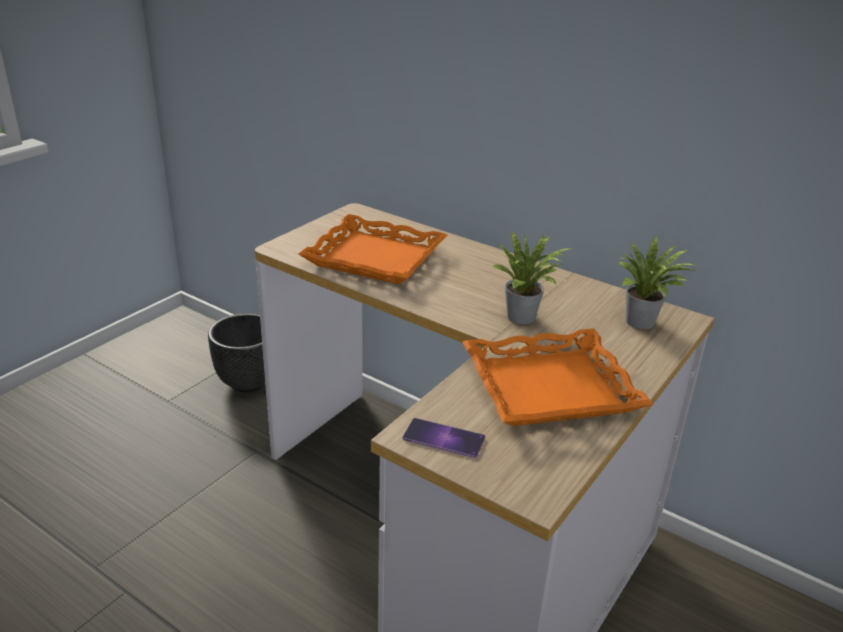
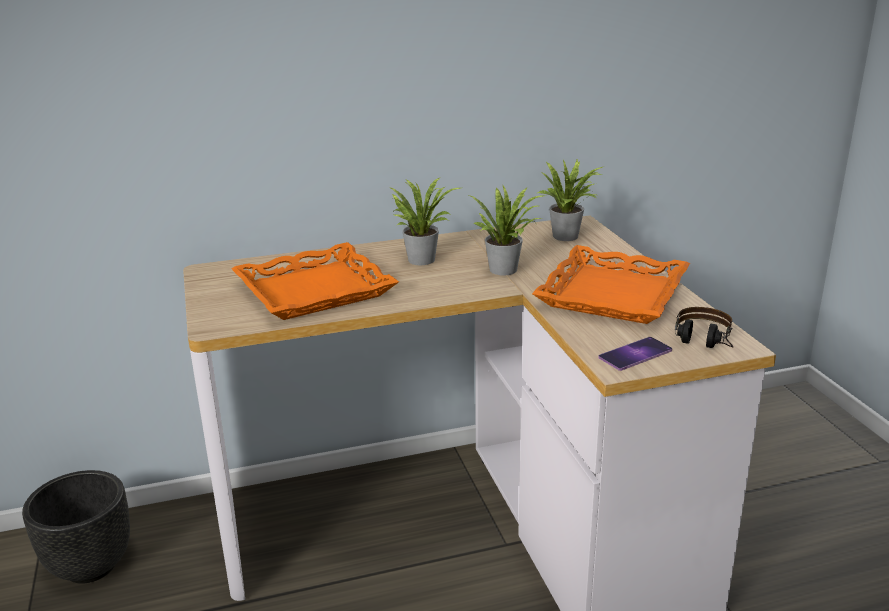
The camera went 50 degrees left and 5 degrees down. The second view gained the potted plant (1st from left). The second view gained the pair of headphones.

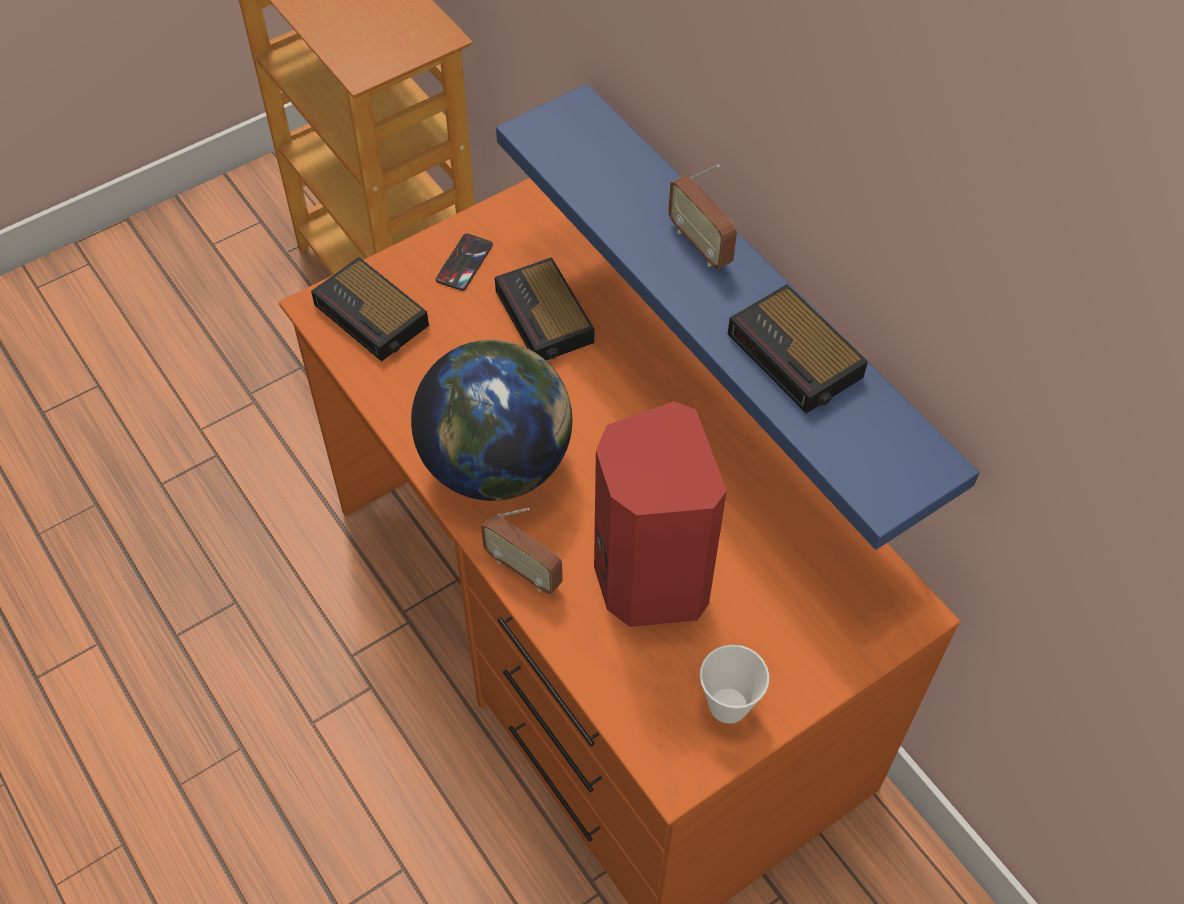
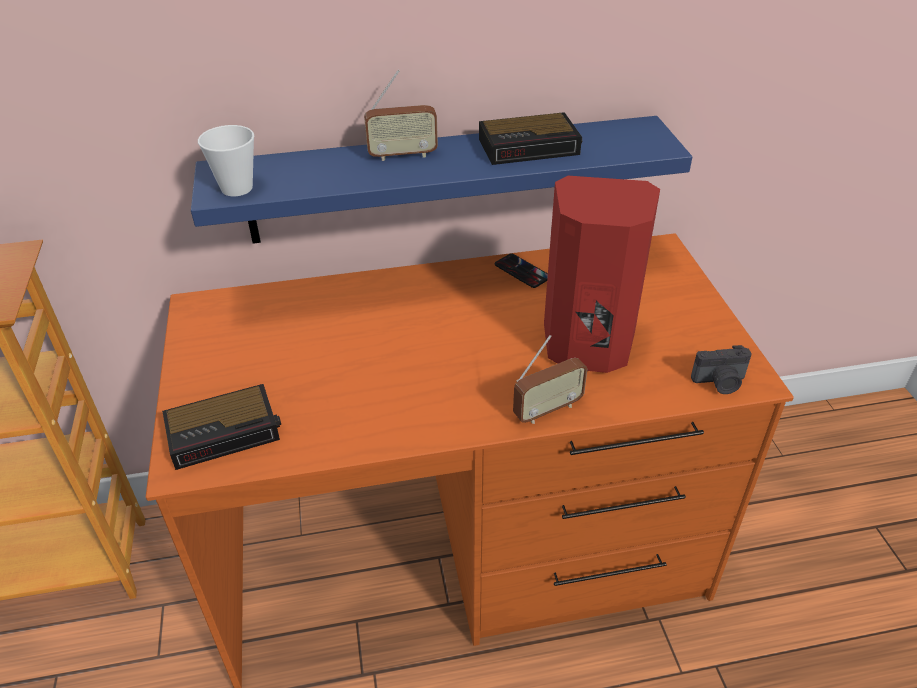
The camera went 65 degrees left and 15 degrees down. The second view lost the desk globe. The second view lost the alarm clock (2nd from left). The second view gained the photo camera. The handset ended up elsewhere. The small cup ended up elsewhere.

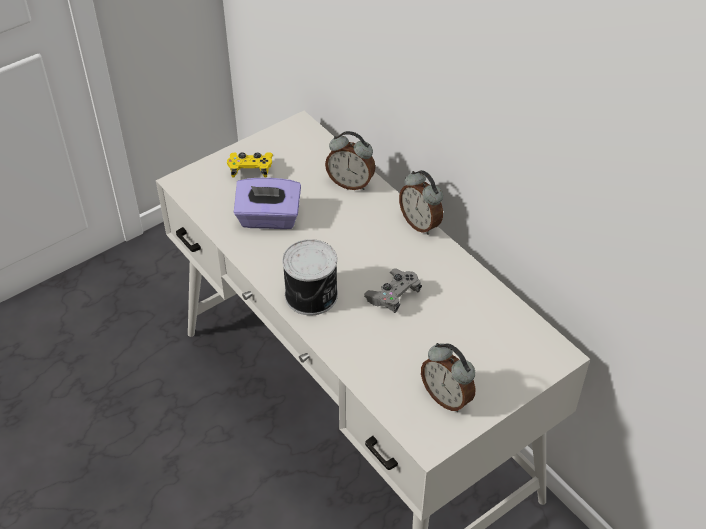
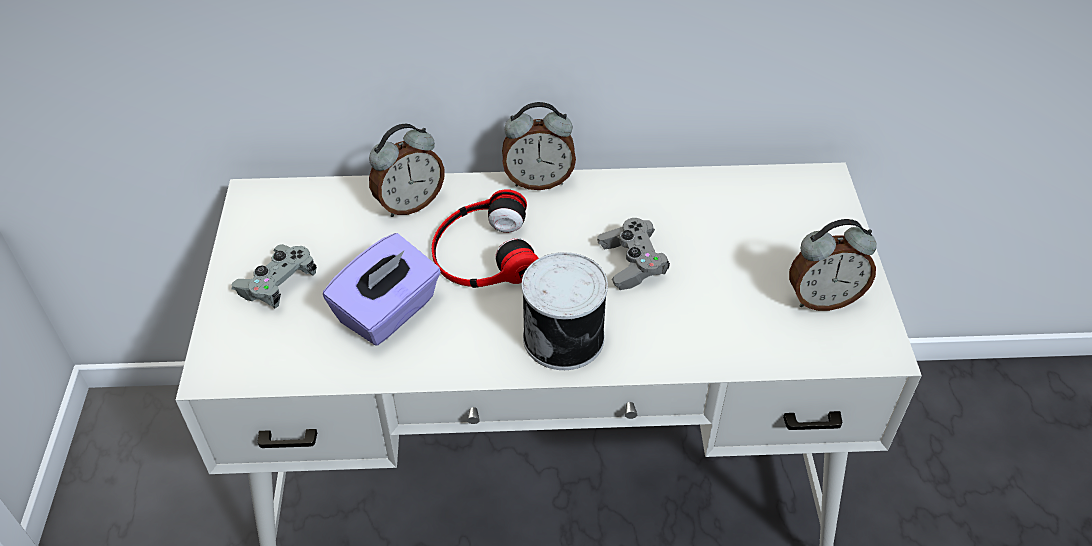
The camera went 55 degrees left and 0 degrees up. The second view gained the pair of headphones. What was the yellowish joypad turned into the grey joypad (1st from left).

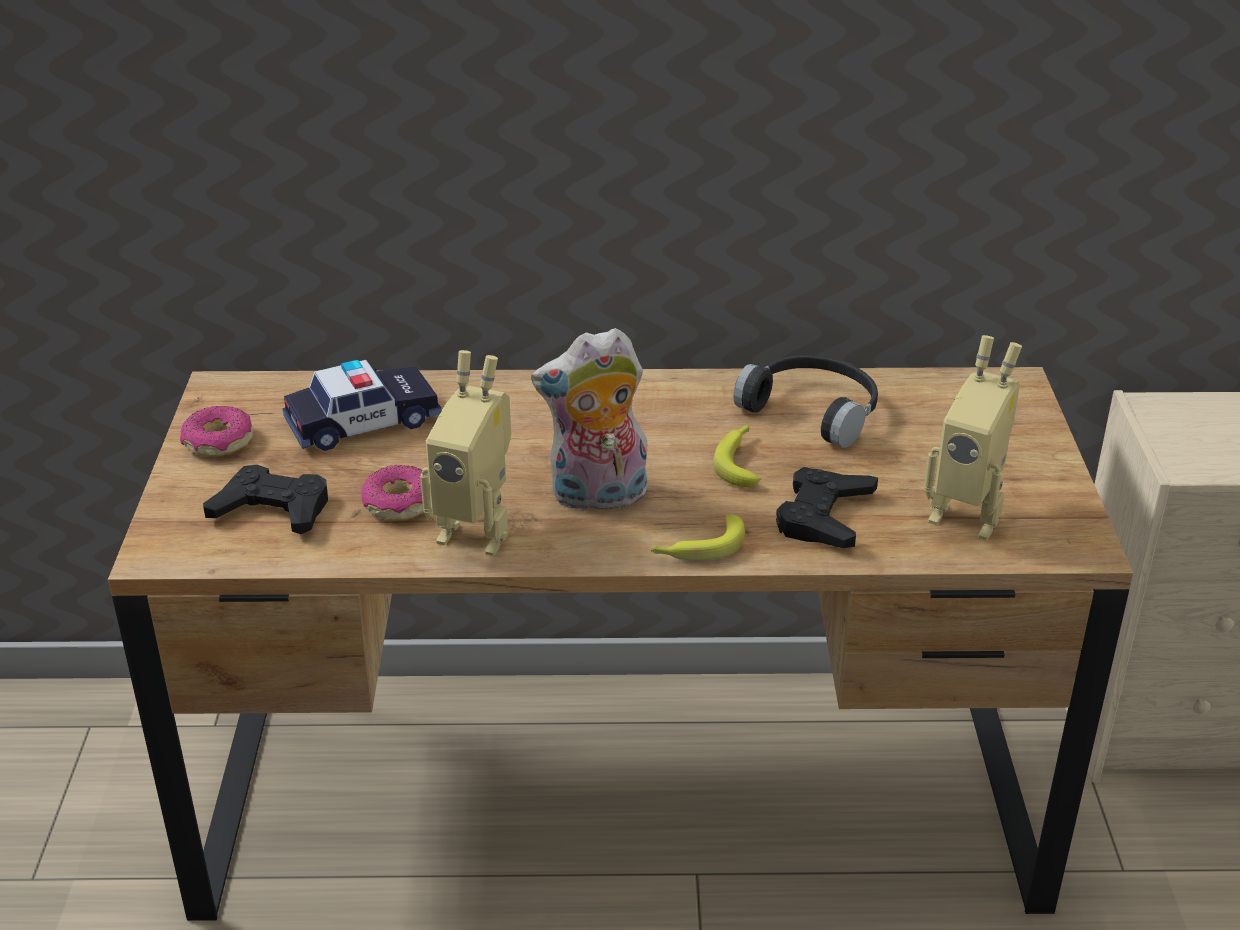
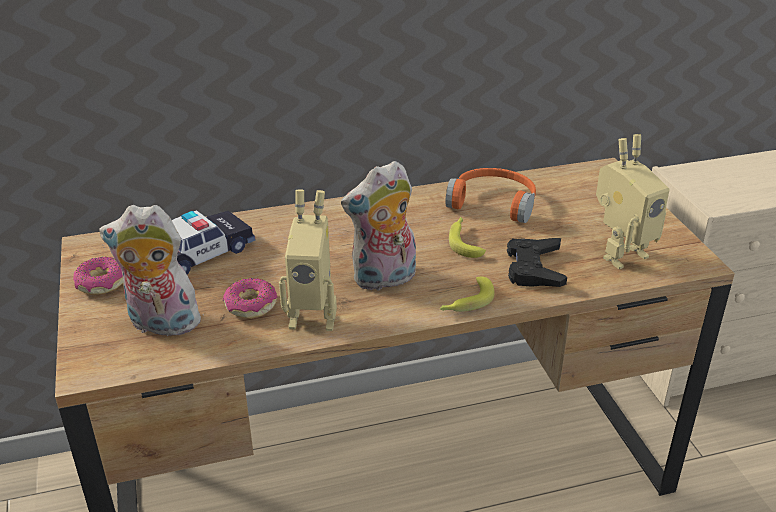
The camera went 15 degrees left and 0 degrees up. Where the black joypad (1st from left) stood, the soft toy (1st from left) came to stand. What was the black pair of headphones turned into the orange pair of headphones. The toy robot (2nd from left) ended up facing another way, 45 degrees counterclockwise from before.

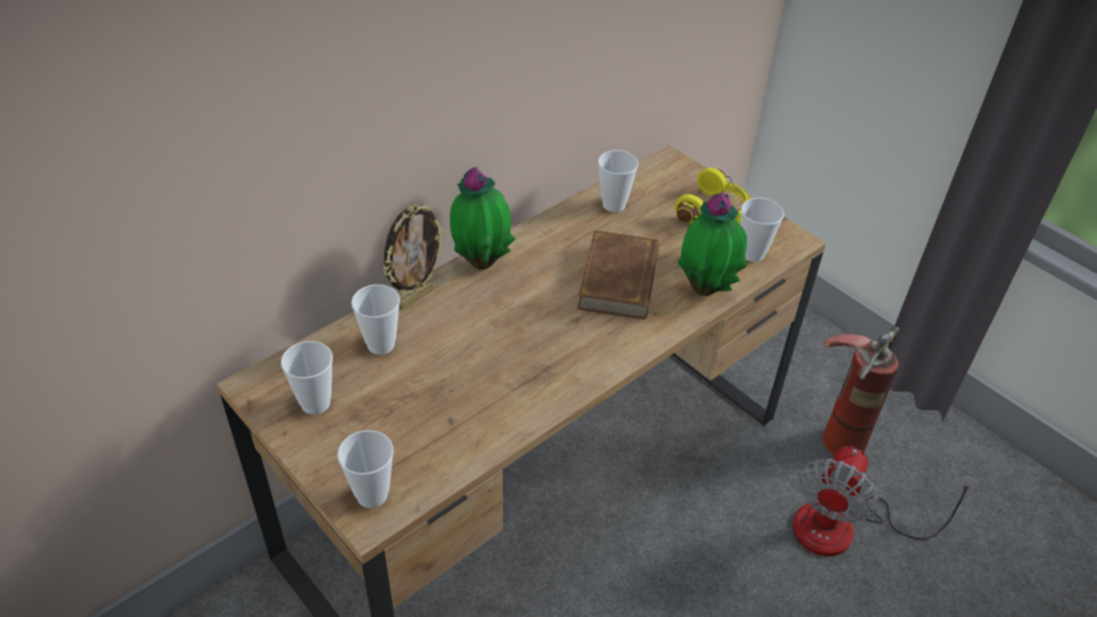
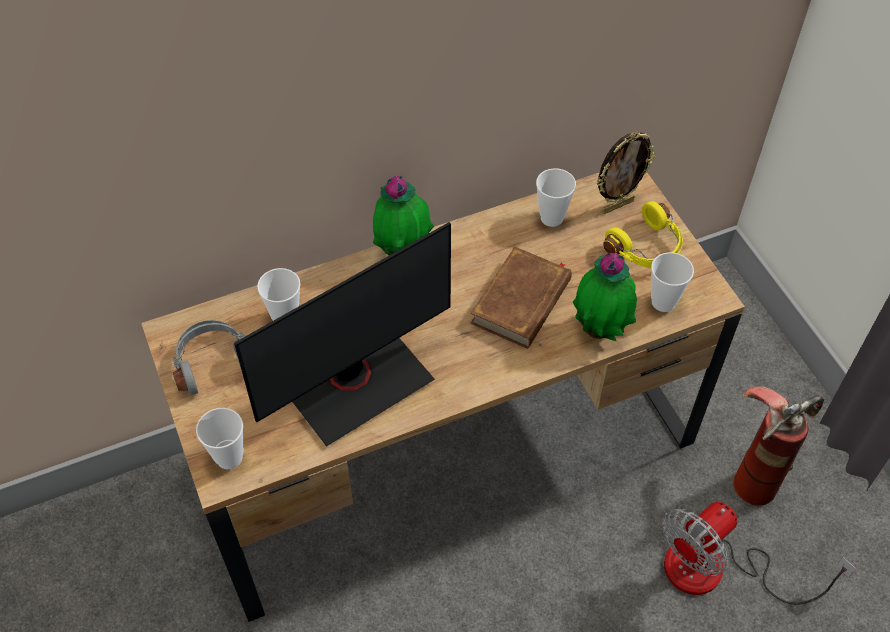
The camera went 20 degrees right and 10 degrees up. The second view gained the computer display. The photo frame ended up elsewhere. Where the small cup (1st from left) stood, the grey pair of headphones came to stand.

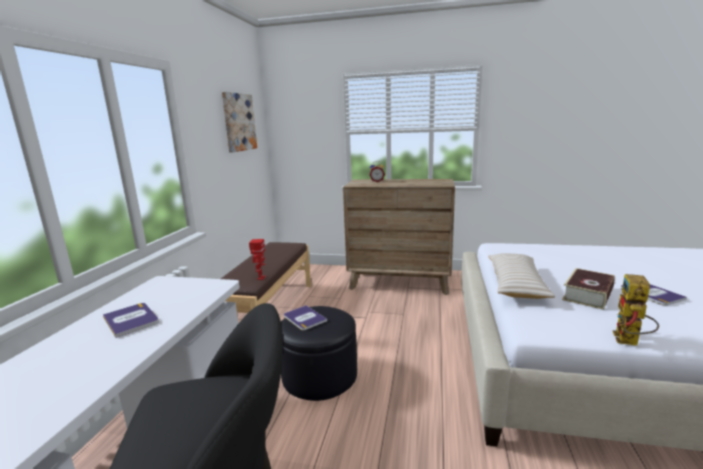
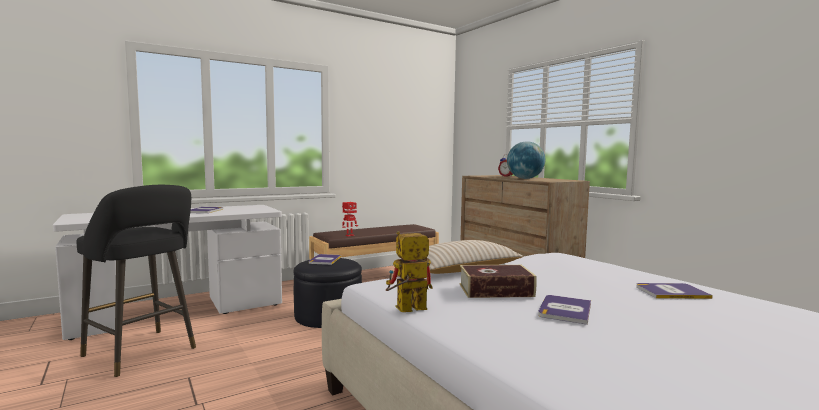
The camera went 45 degrees right and 10 degrees down. The second view lost the wall art. The second view gained the desk globe. The second view gained the bound book (5th from left).

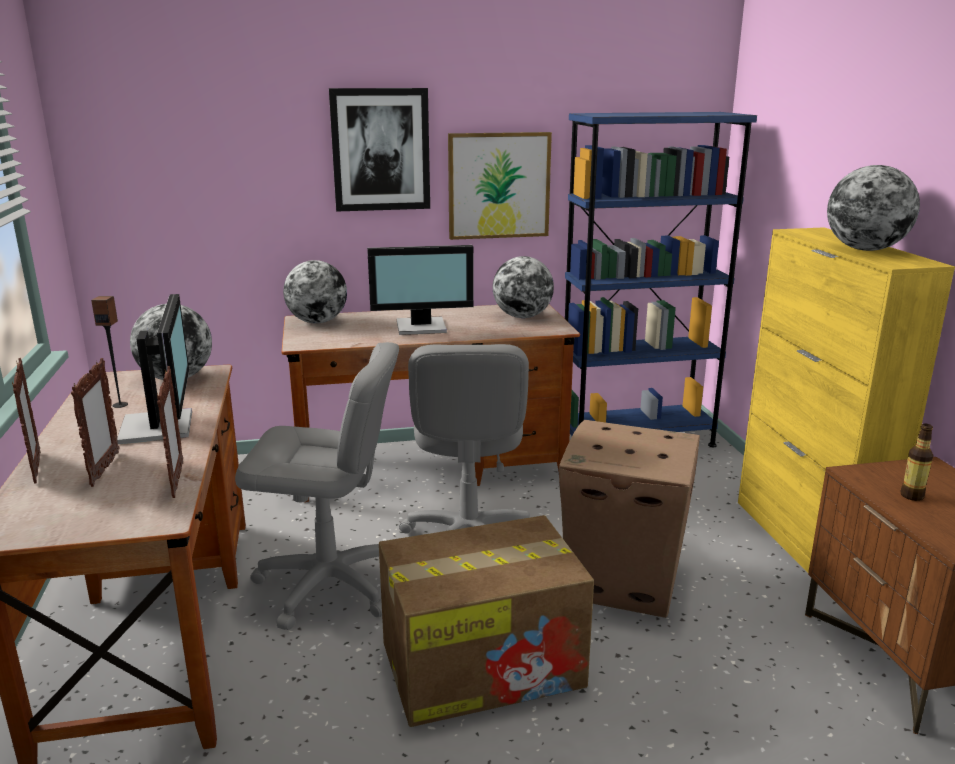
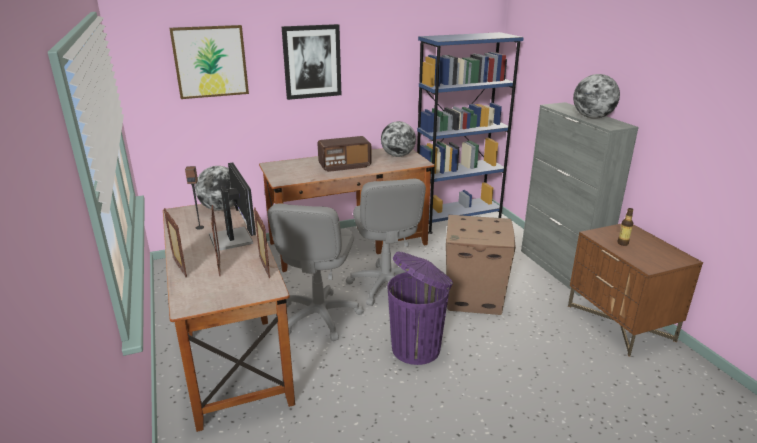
The camera went 10 degrees left and 5 degrees up. The second view lost the desk globe (2nd from left). The wall art (2nd from left in the first image) ended up elsewhere. Where the computer display (2nd from left) stood, the radio set came to stand. Where the cardboard box (1st from left) stood, the purple waste bin came to stand. What was the yellowish cupboard turned into the grey cupboard. The grey computer chair (1st from left) ended up facing another way, 105 degrees clockwise from before.

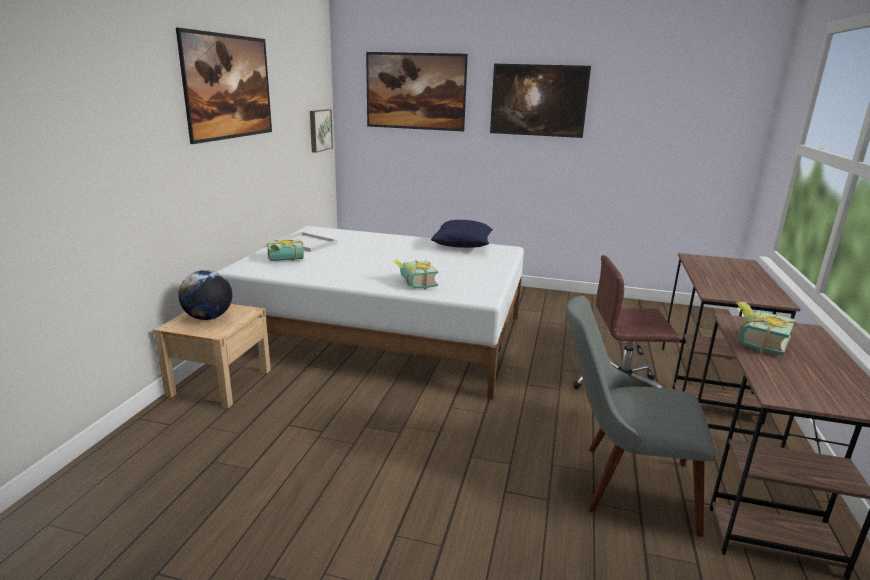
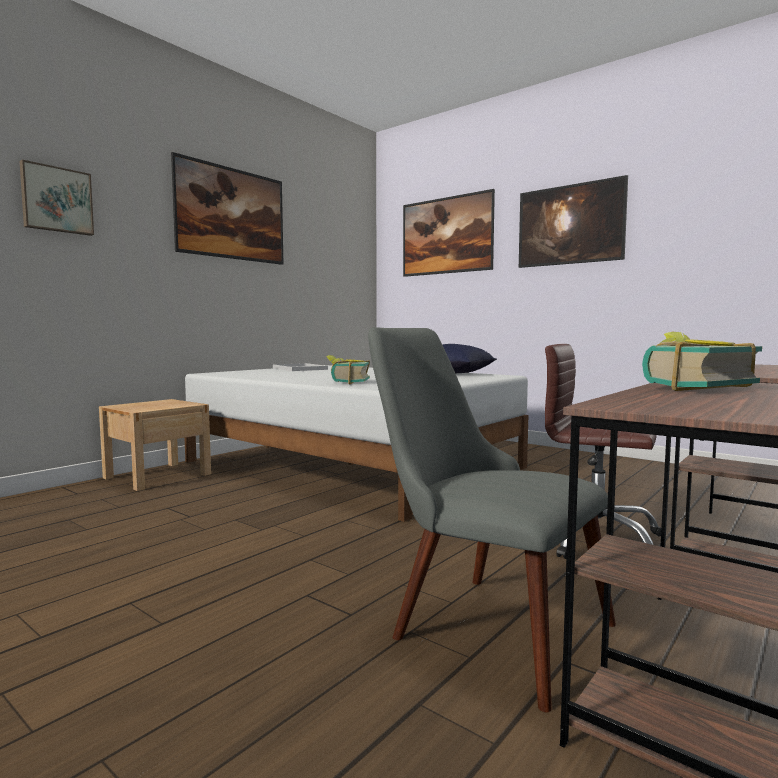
The camera went 25 degrees right and 15 degrees down. The second view lost the desk globe. The second view lost the bound book (1st from left). The wall art (2nd from left in the first image) ended up elsewhere.

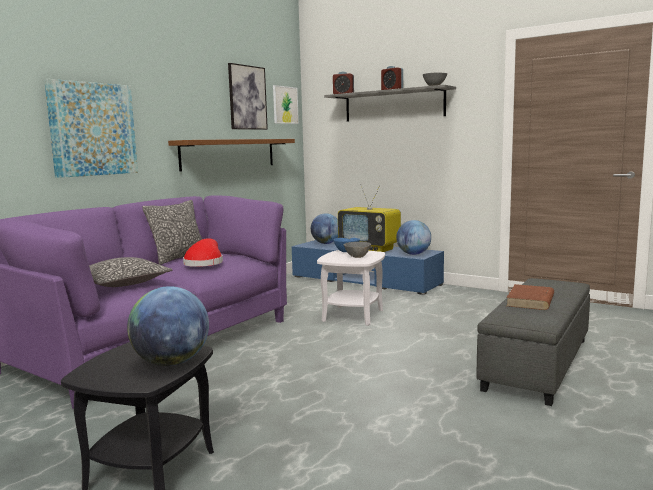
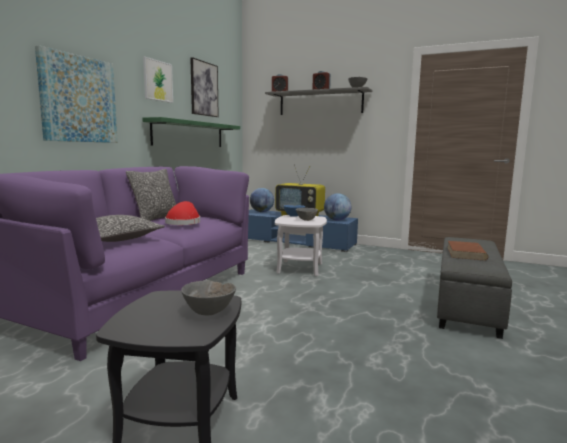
The camera went 10 degrees left and 0 degrees up. The wall art (3rd from left in the first image) ended up elsewhere. Where the desk globe (1st from left) stood, the grey deep dish (1st from left) came to stand. What was the brown-coloured shelf turned into the greenish shelf.

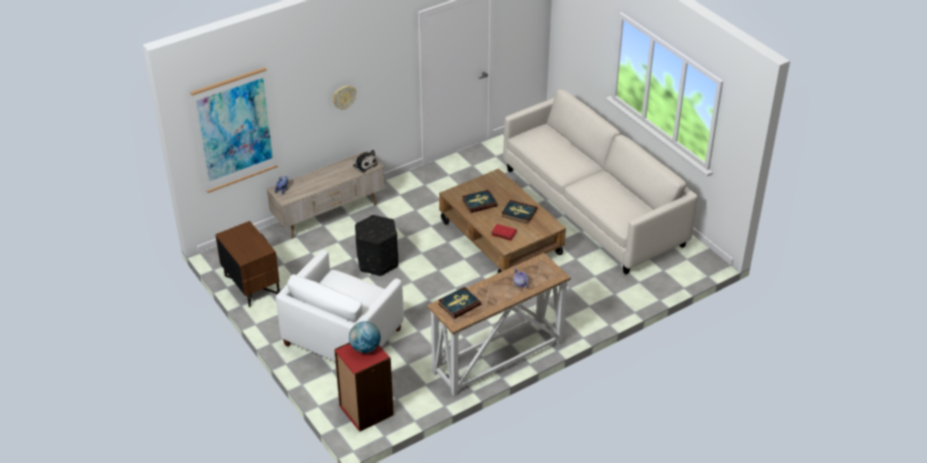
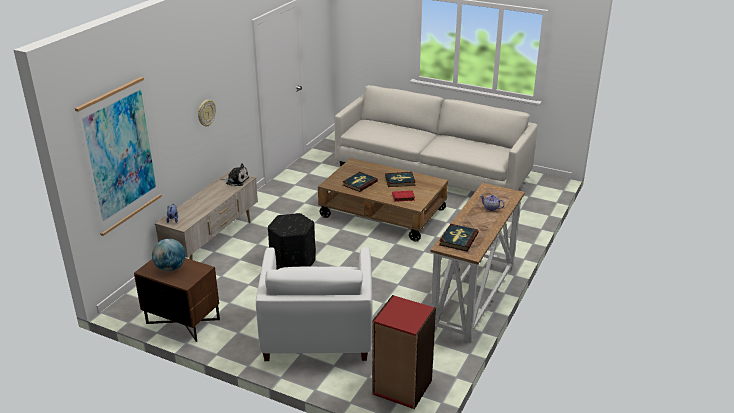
The camera went 30 degrees left and 10 degrees down. The desk globe ended up elsewhere.

